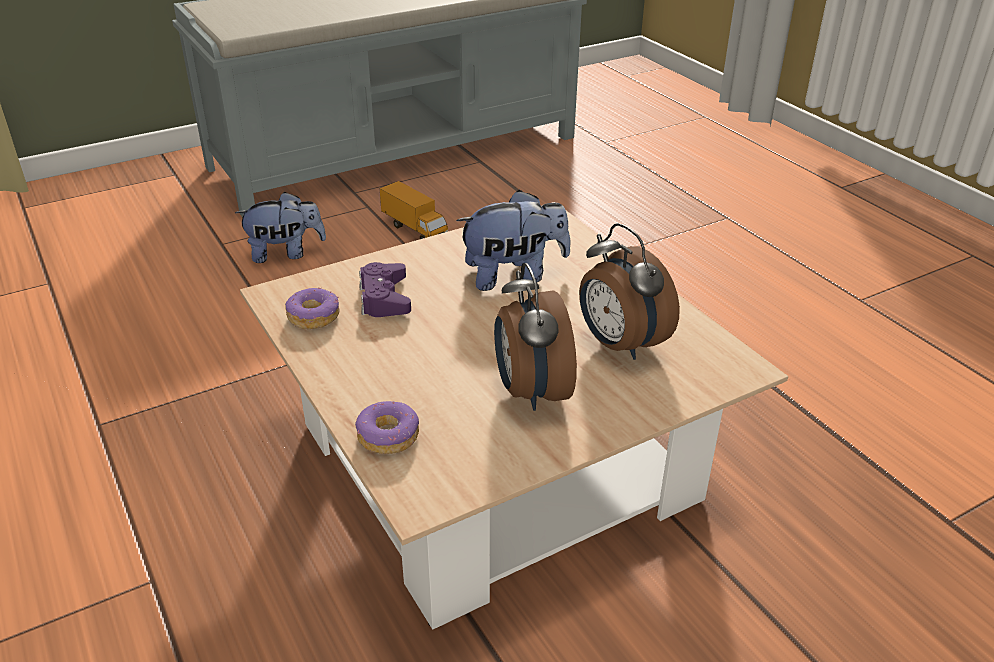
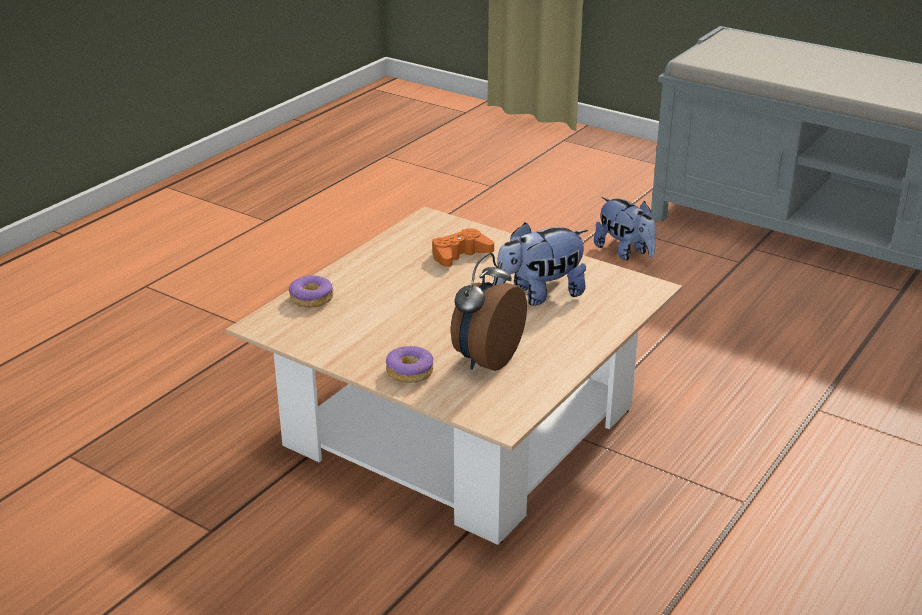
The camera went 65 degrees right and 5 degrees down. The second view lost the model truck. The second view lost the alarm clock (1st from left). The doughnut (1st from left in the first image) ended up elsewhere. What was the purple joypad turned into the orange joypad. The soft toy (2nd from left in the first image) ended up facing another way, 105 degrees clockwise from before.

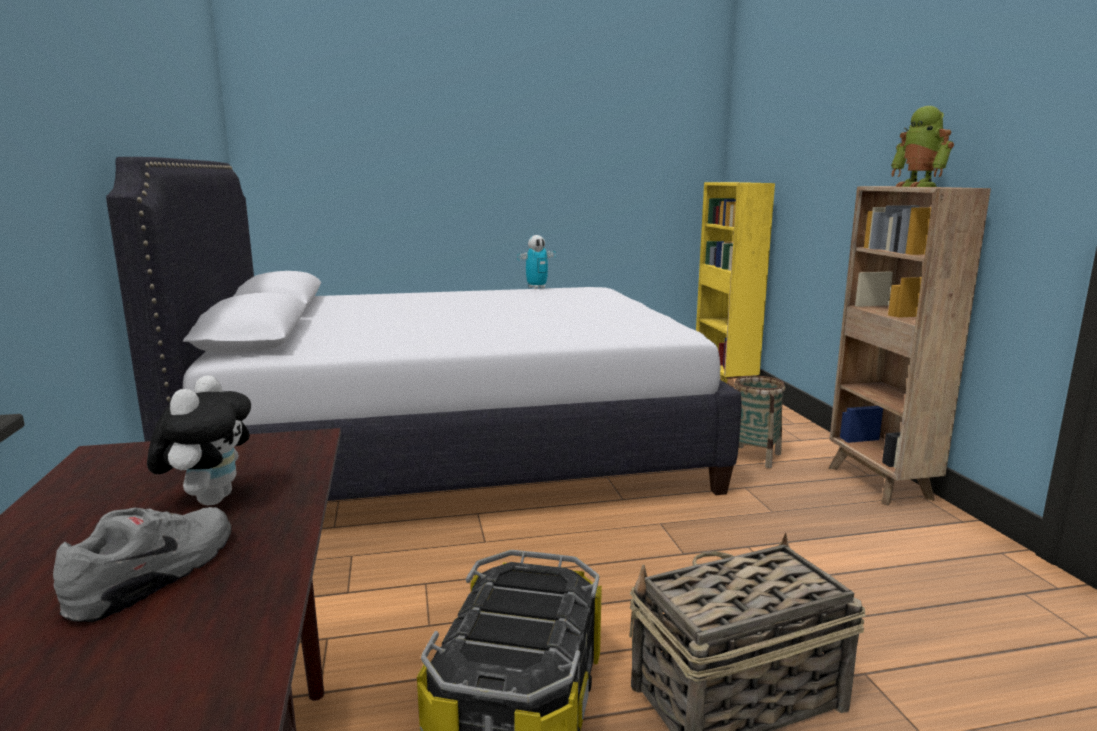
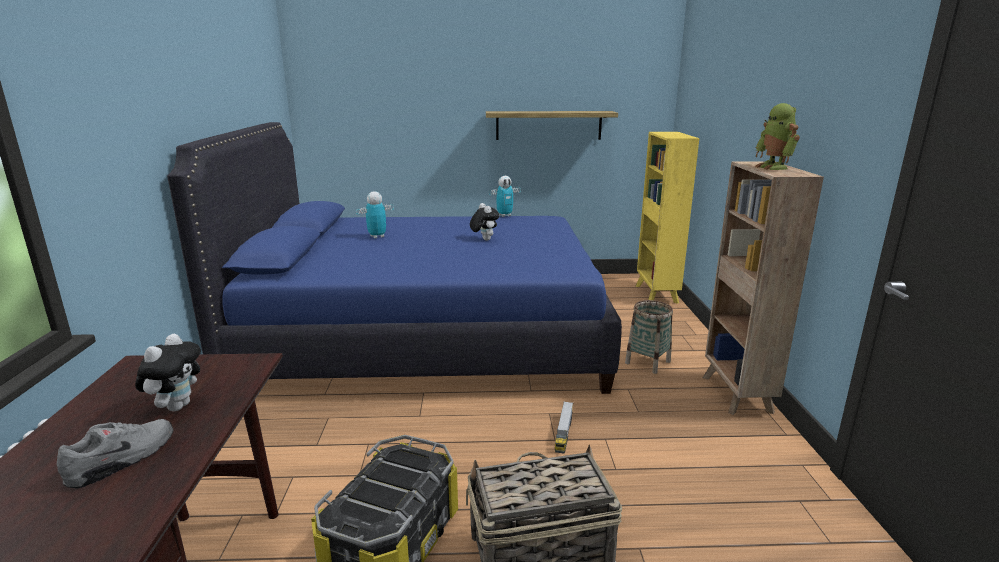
The camera went 10 degrees right and 5 degrees up. The second view gained the toy robot (1st from left). The second view gained the soft toy (2nd from left). The second view gained the shelf. The second view gained the model truck. What was the white sleeping bed turned into the bluish sleeping bed.

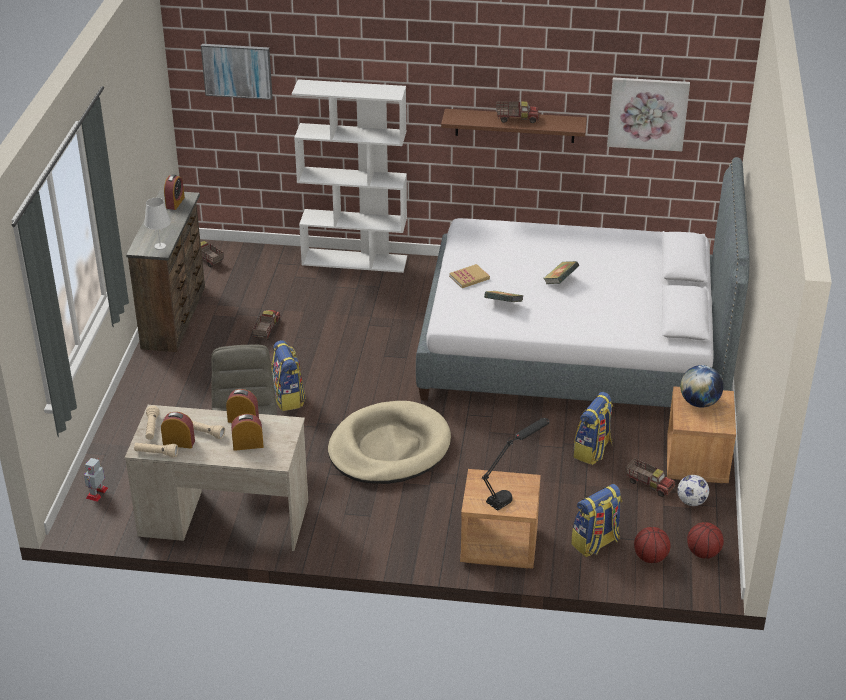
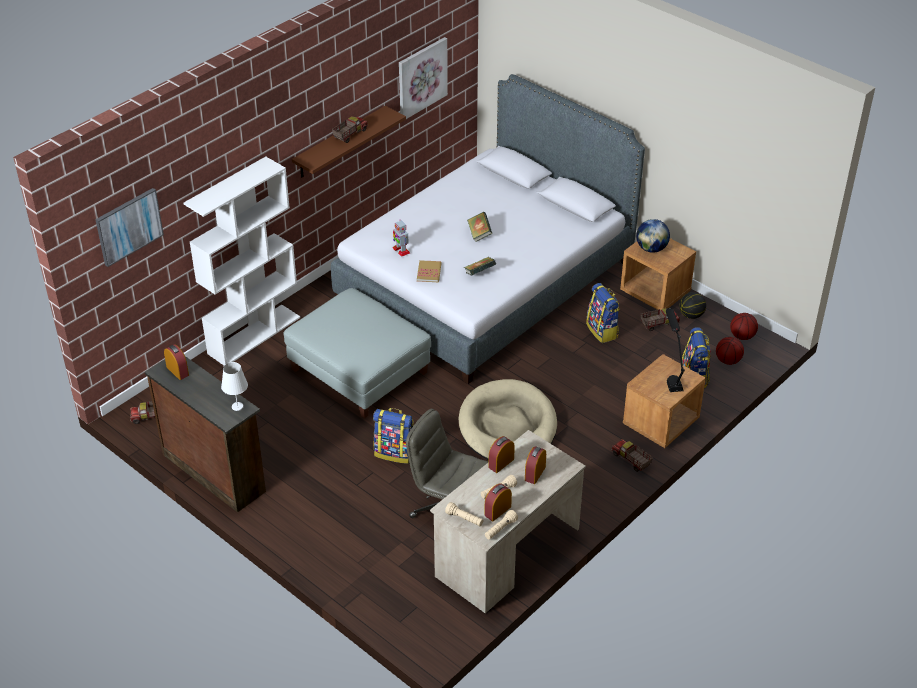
The camera went 55 degrees left and 5 degrees up. The second view gained the grey footrest. The toy robot ended up elsewhere. The model truck (2nd from left in the first image) ended up elsewhere. Where the football ball stood, the basketball ball (1st from left) came to stand.

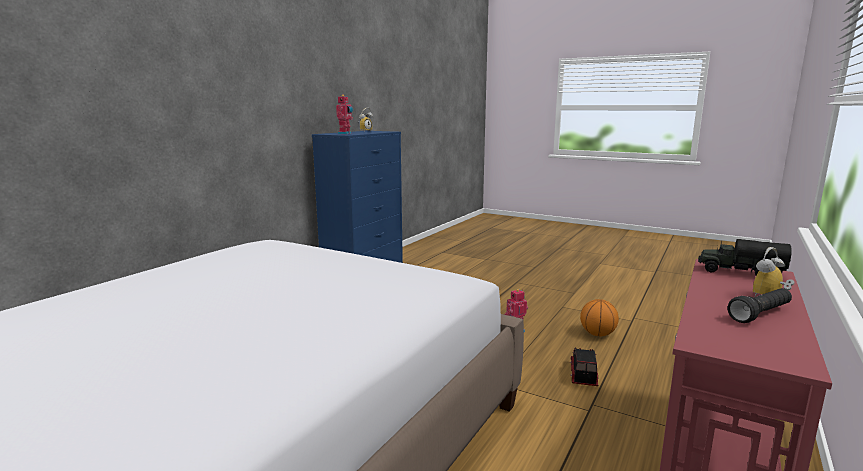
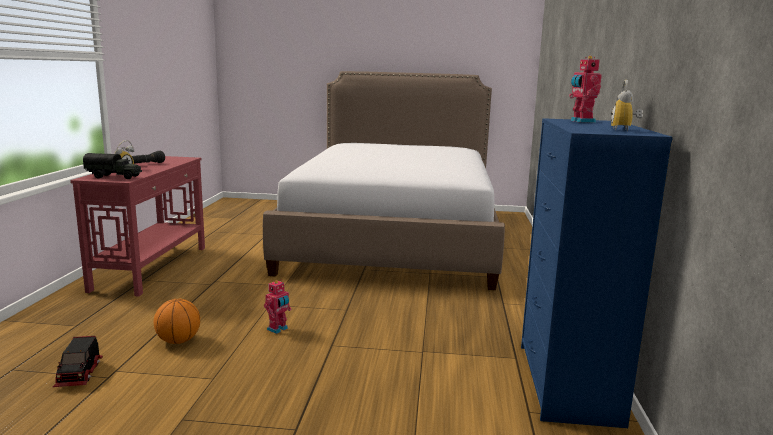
The camera went 155 degrees right and 0 degrees up. The model truck (1st from left) ended up elsewhere.

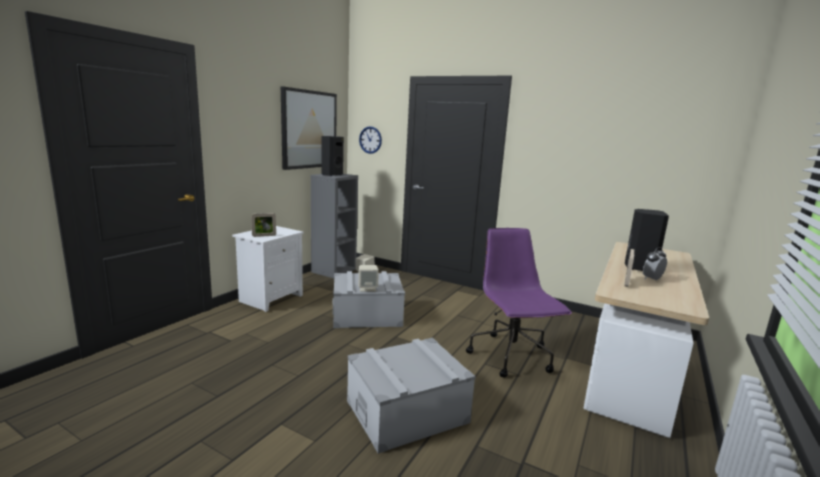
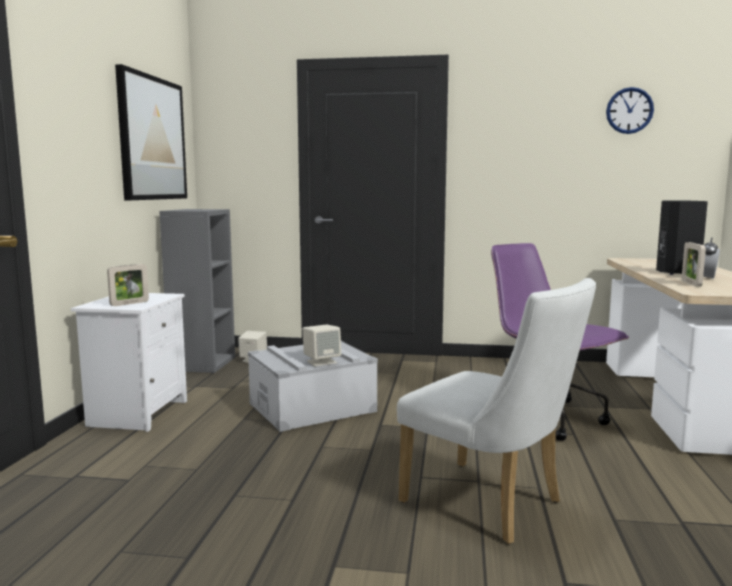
The camera went 20 degrees left and 5 degrees down. The second view lost the black audio speaker (1st from left). The clock on the wall ended up elsewhere. Where the grey storage container (2nd from left) stood, the white chair came to stand.

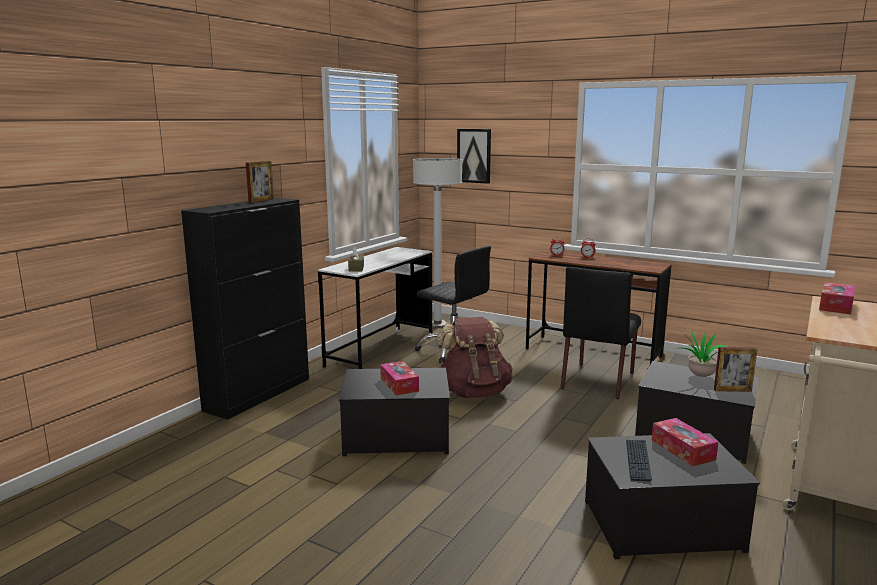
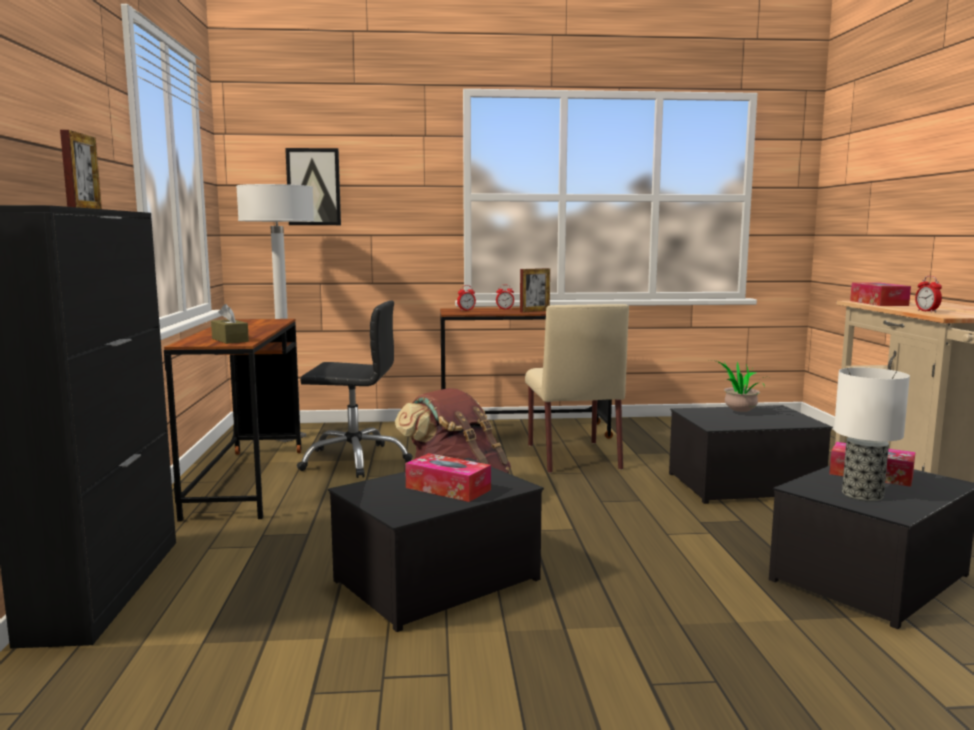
The camera went 35 degrees left and 5 degrees down. The second view gained the alarm clock (3rd from left). The photo frame (2nd from left) ended up elsewhere. Where the PC keyboard stood, the table lamp came to stand. What was the white desk turned into the brown-coloured desk (1st from left). What was the black chair turned into the beige chair.

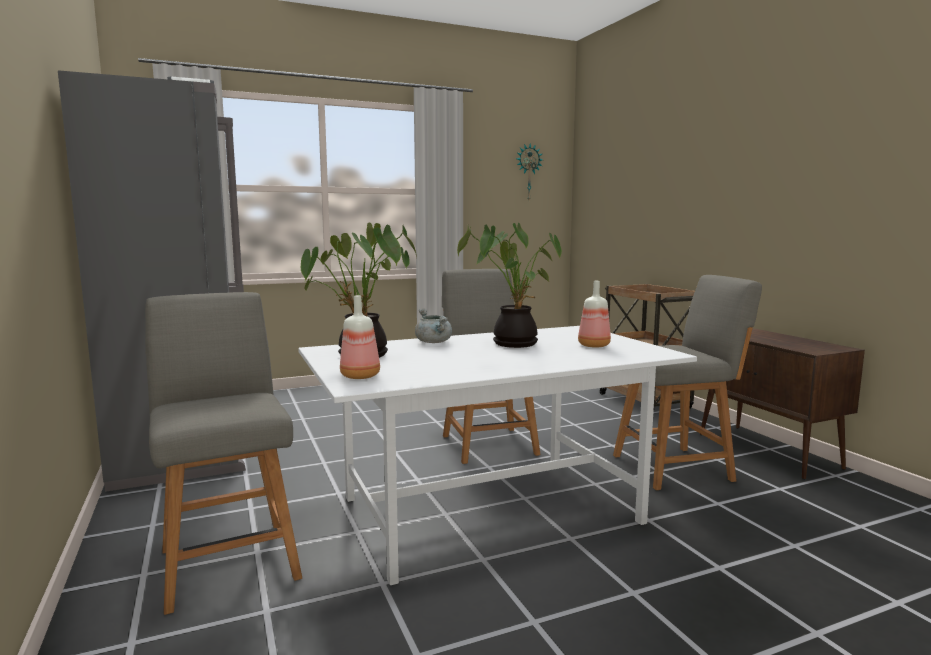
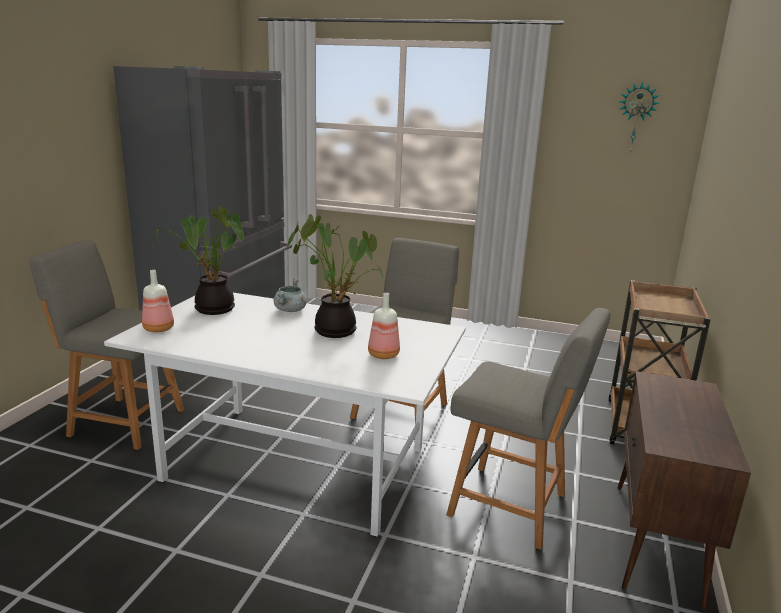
The camera went 40 degrees right and 10 degrees up. The grey chair (1st from left) ended up facing another way, 90 degrees counterclockwise from before.

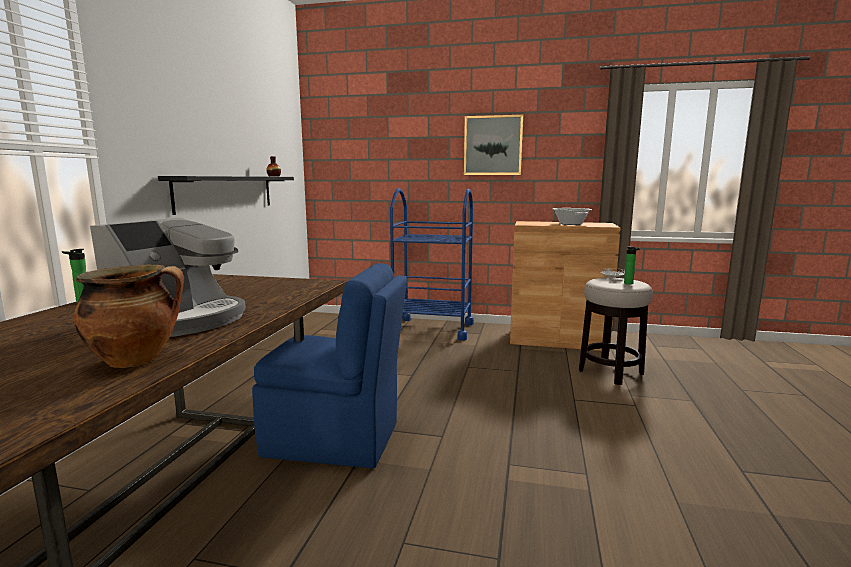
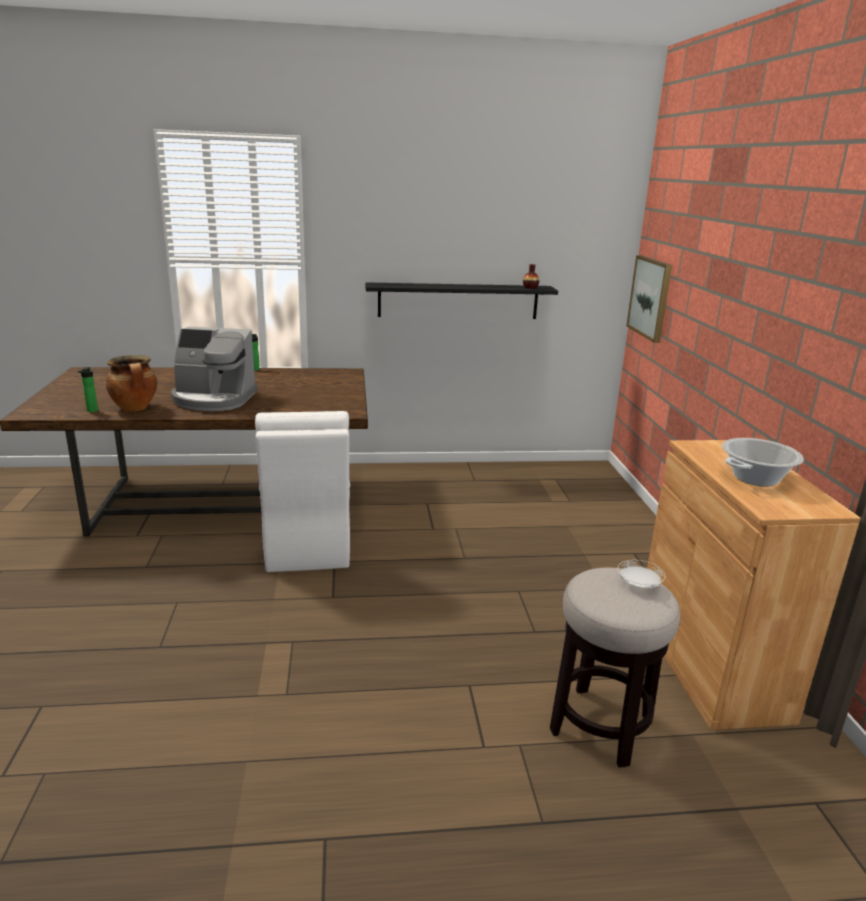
The camera went 70 degrees right and 10 degrees up. The second view lost the bluish wheeled cart. The wall art ended up elsewhere. The drink bottle (2nd from left in the first image) ended up elsewhere. What was the bluish chair turned into the white chair.

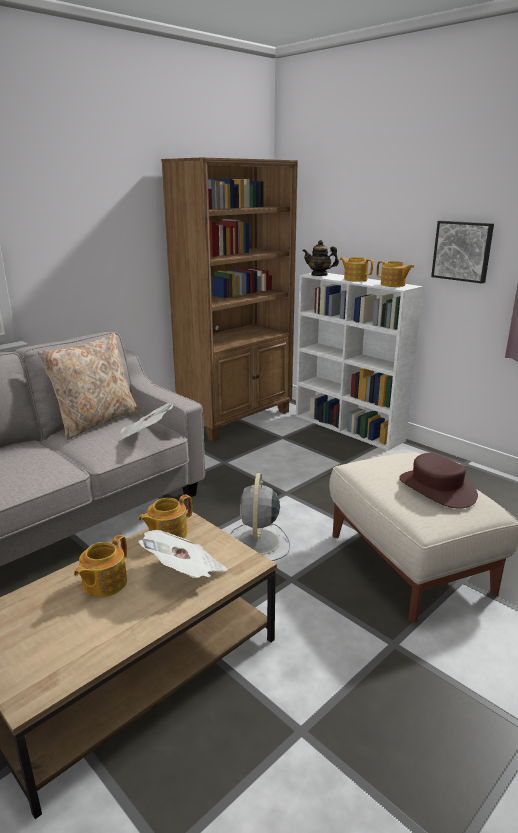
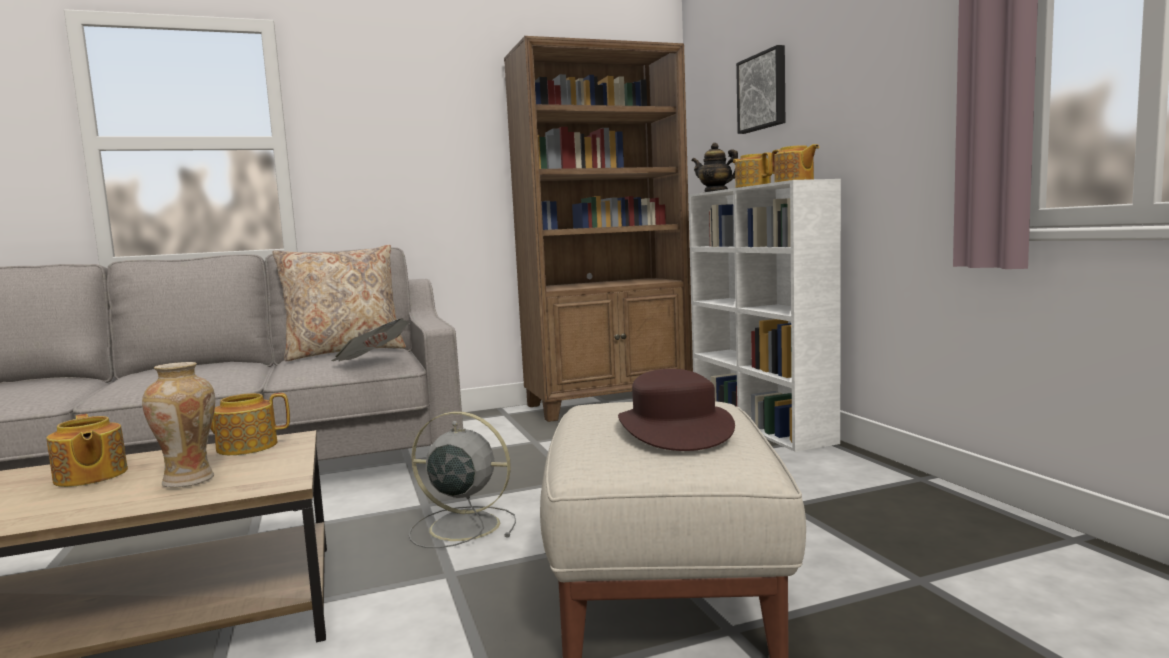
The camera went 25 degrees right and 15 degrees down. The wall art ended up elsewhere. Where the newspaper (2nd from left) stood, the flower vase came to stand. The pot for tea (1st from left) ended up facing another way, 90 degrees counterclockwise from before. The grey fan ended up facing another way, 75 degrees clockwise from before.

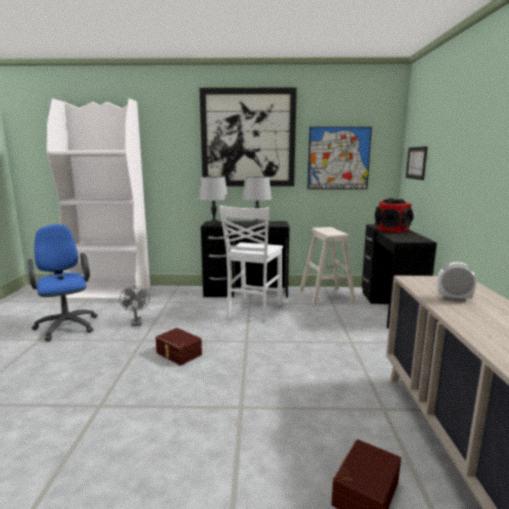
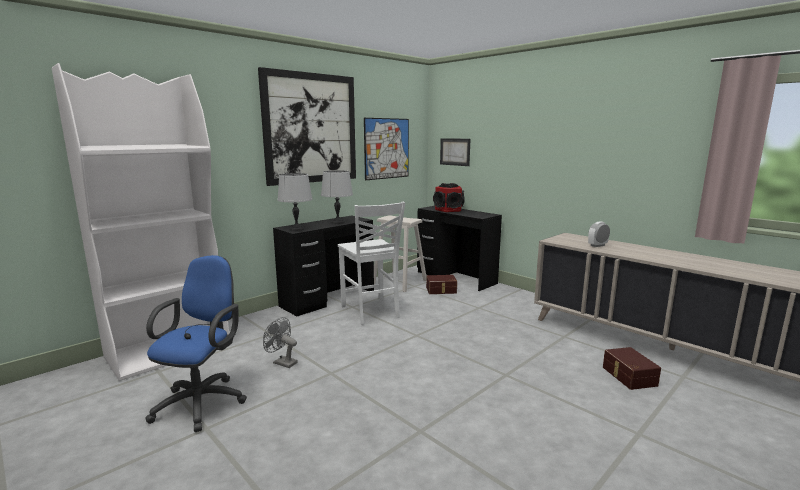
The camera went 45 degrees left and 0 degrees up. The brown-coloured storage container (1st from left) ended up elsewhere. The bluish computer chair ended up facing another way, 90 degrees clockwise from before.

